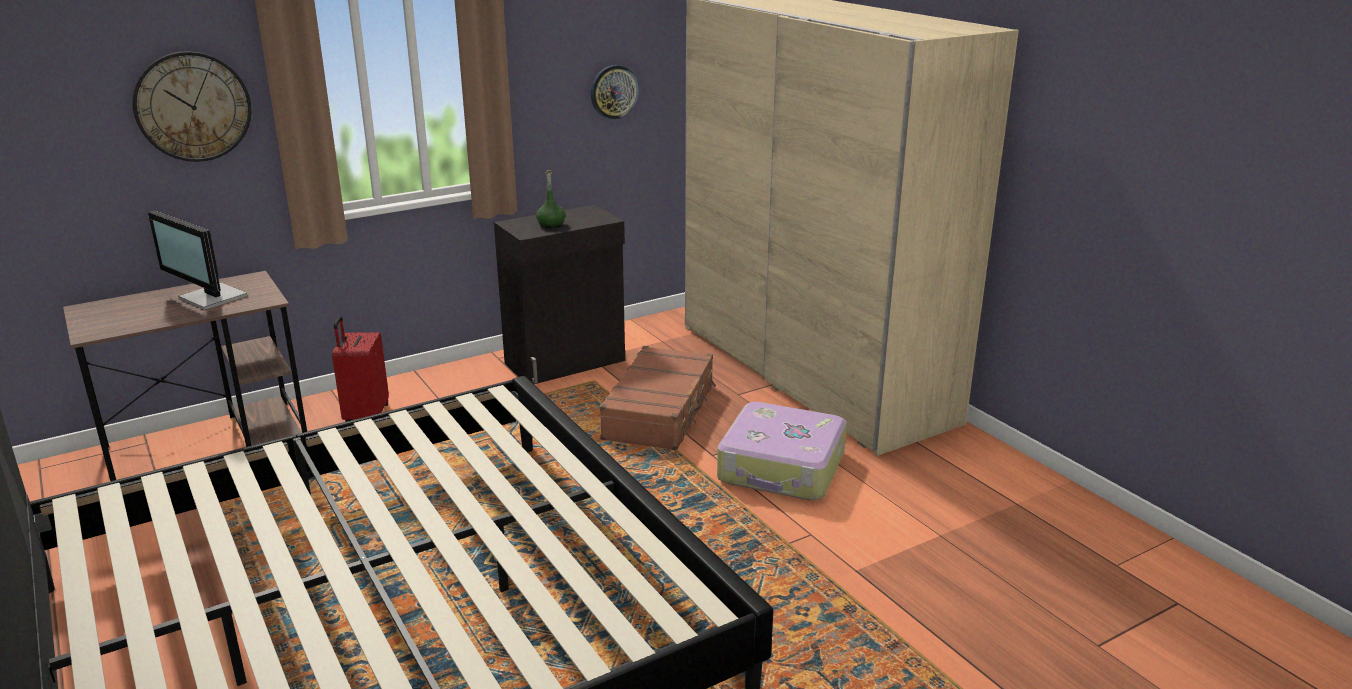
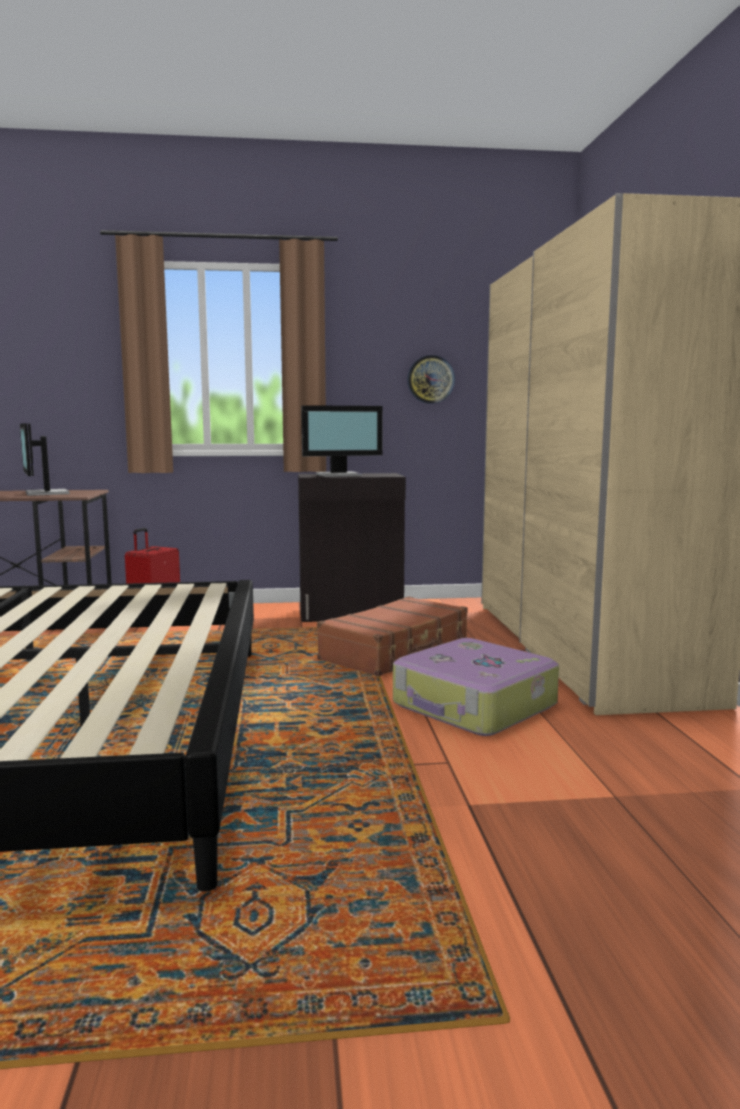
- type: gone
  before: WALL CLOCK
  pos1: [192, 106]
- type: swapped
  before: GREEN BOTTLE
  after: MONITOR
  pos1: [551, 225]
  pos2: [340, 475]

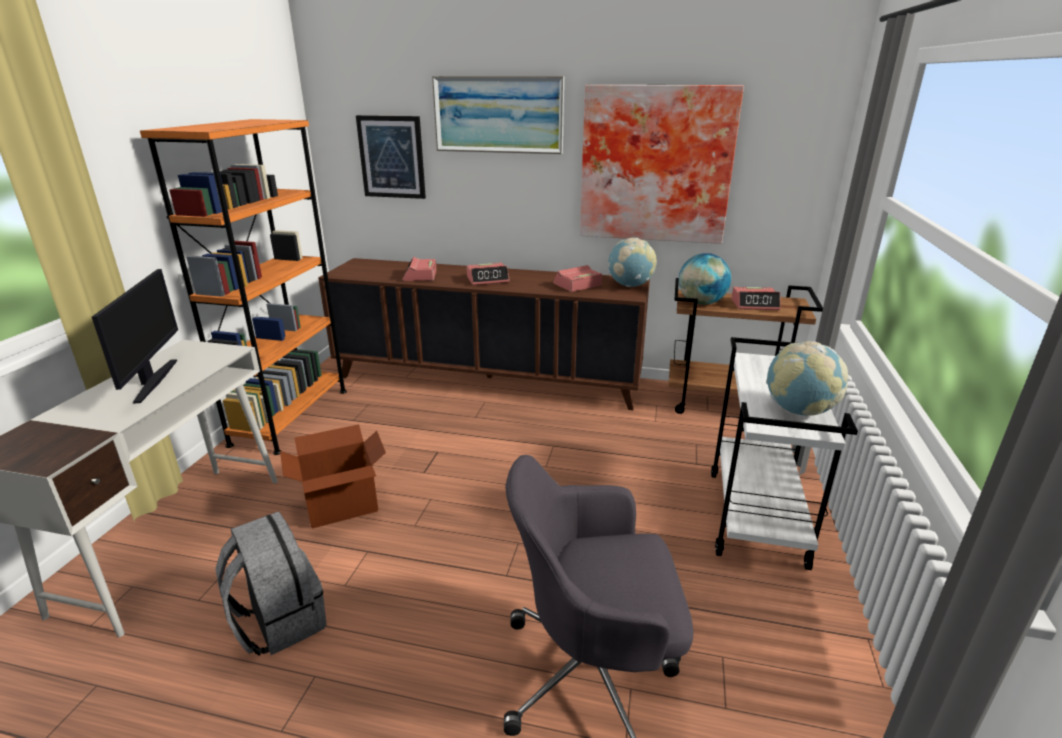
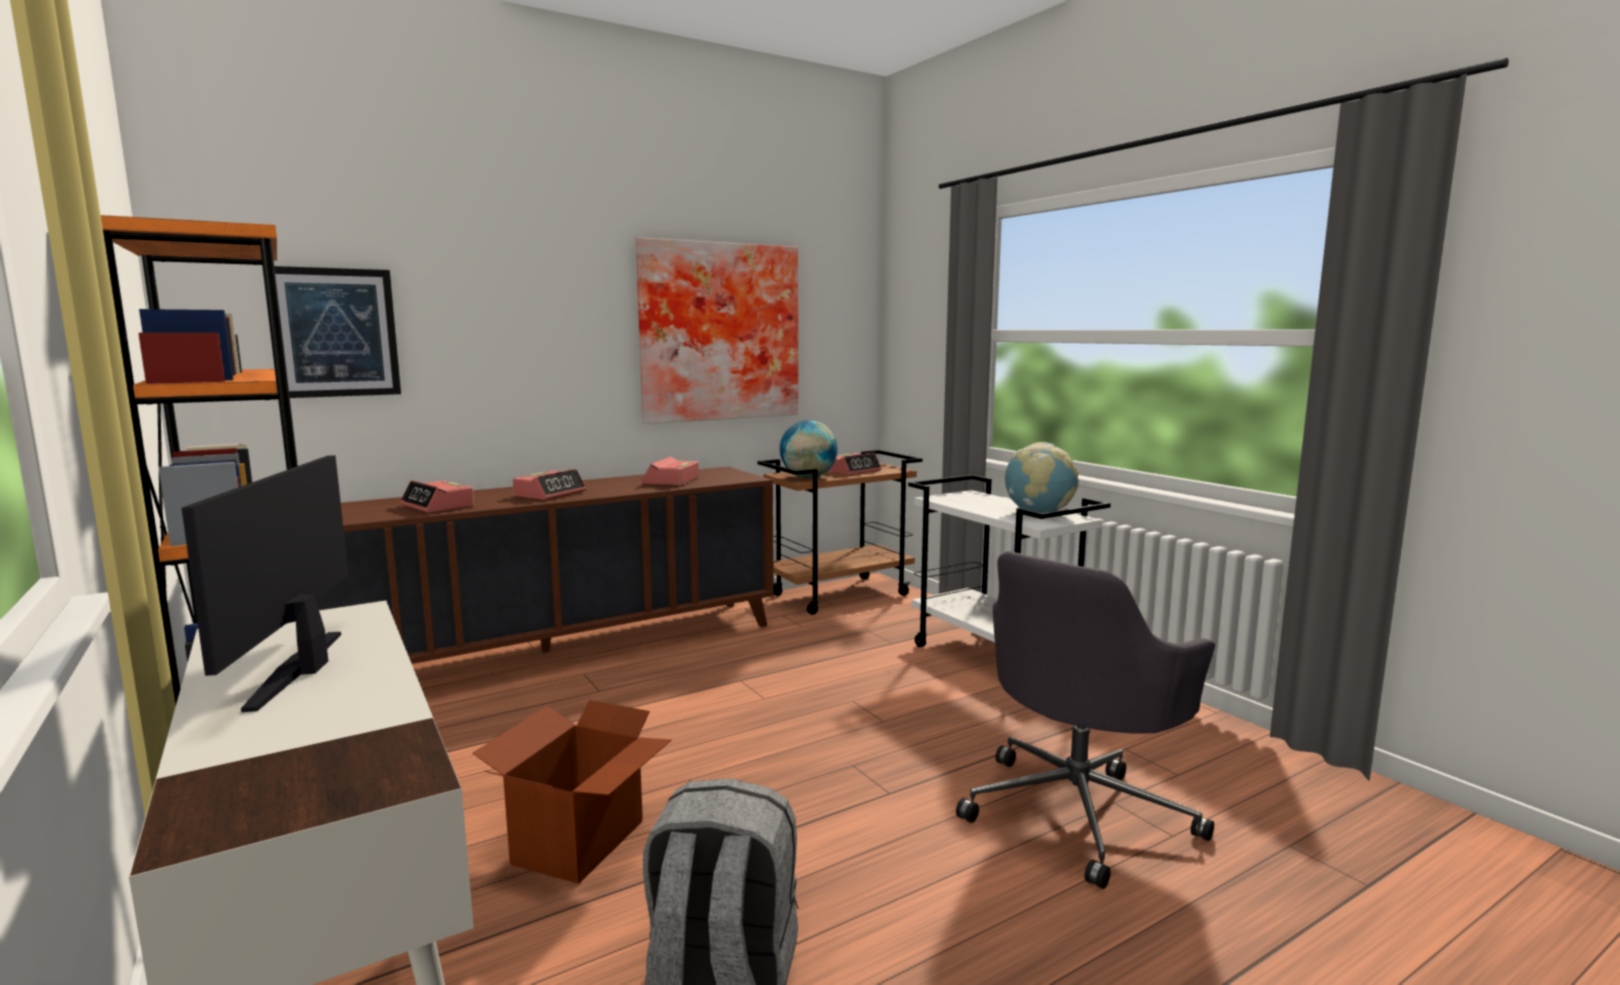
- type: gone
  before: PICTURE
  pos1: [498, 114]
- type: gone
  before: GLOBE
  pos1: [630, 285]
- type: rotated
  before: MONITOR
  pos1: [153, 380]
  pos2: [304, 668]
  turn: -135

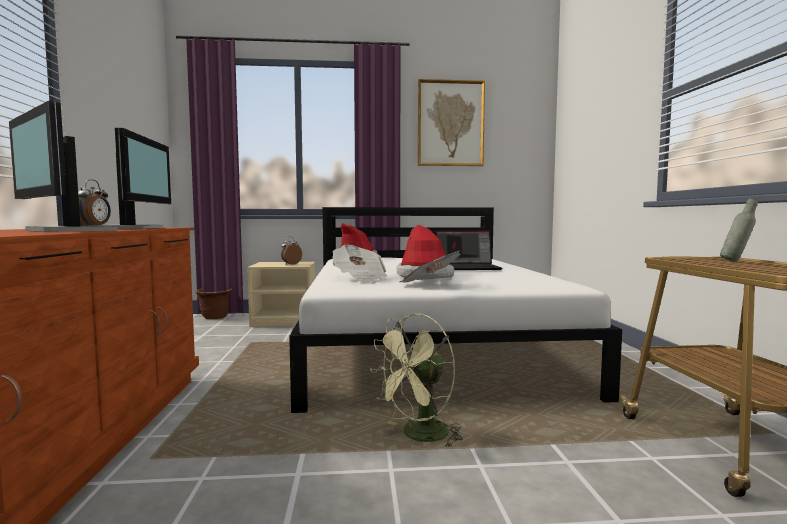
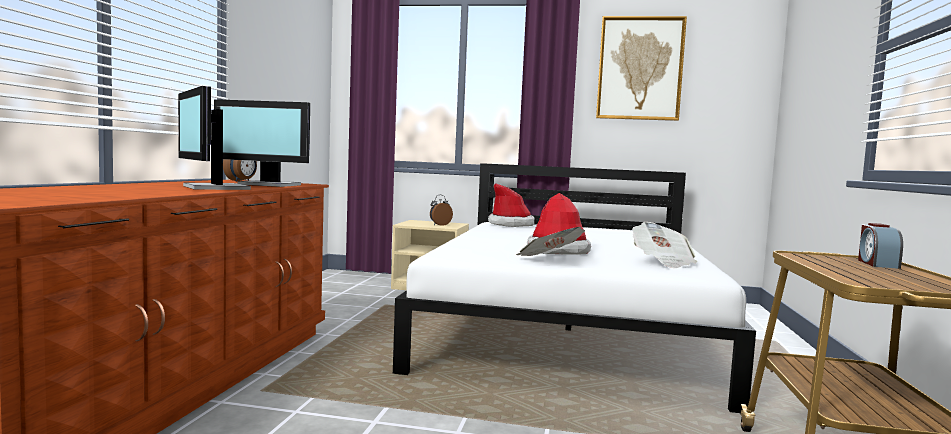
- type: rotated
  before: MONITOR
  pos1: [131, 228]
  pos2: [269, 185]
  turn: 90
- type: swapped
  before: GREY BOTTLE
  after: ALARM CLOCK
  pos1: [736, 261]
  pos2: [877, 264]
- type: gone
  before: LAPTOP
  pos1: [468, 268]
- type: shifted
  before: NEWSPAPER
  pos1: [359, 278]
  pos2: [662, 262]
- type: gone
  before: BROWN PLANTER
  pos1: [215, 317]
- type: gone
  before: GREEN FAN
  pos1: [419, 436]

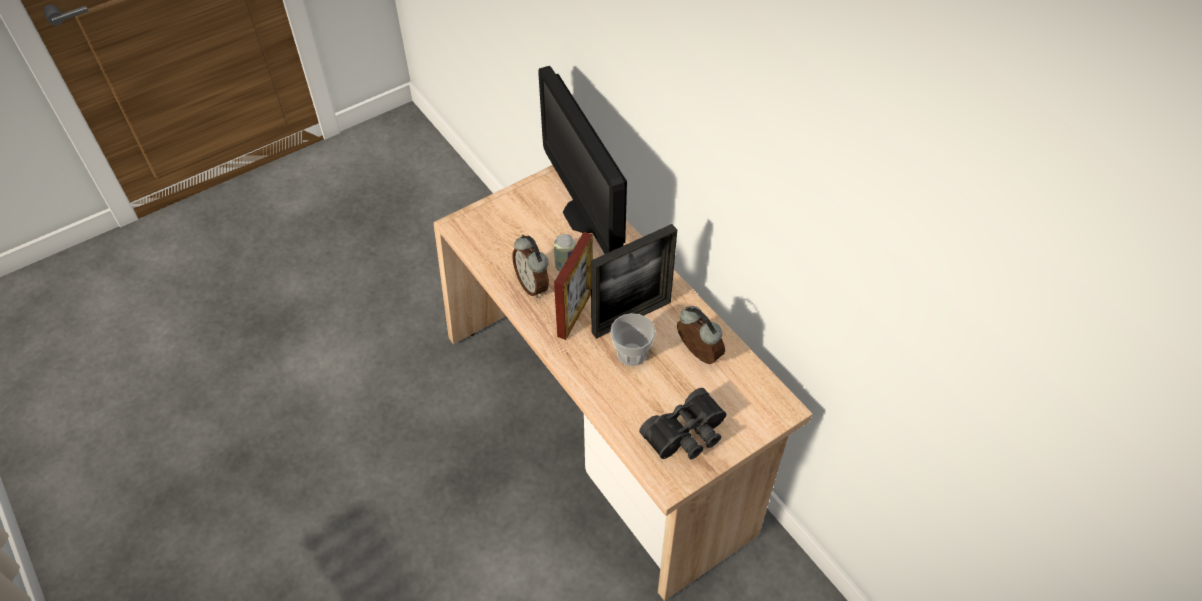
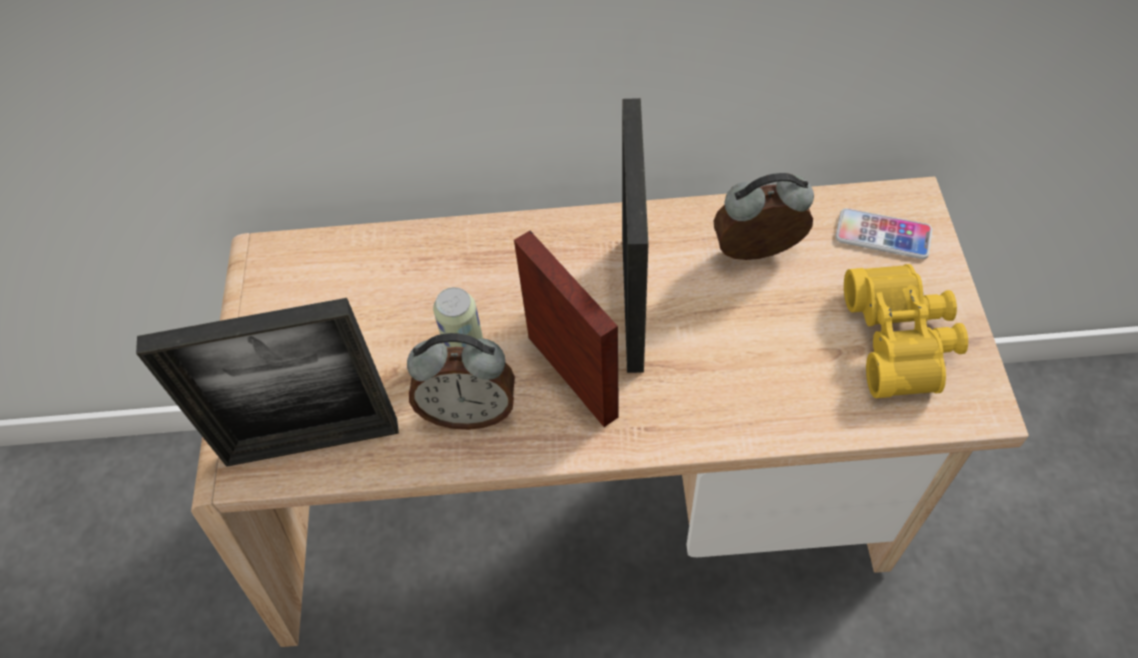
- type: gone
  before: MONITOR
  pos1: [586, 215]
- type: gone
  before: CUP
  pos1: [631, 353]
- type: repainted
  before: BLACK BINOCULARS
  after: YELLOW BINOCULARS
  pos1: [687, 435]
  pos2: [902, 340]
- type: new
  after: PHONE
  pos2: [883, 235]
- type: new
  after: PICTURE FRAME
  pos2: [312, 442]

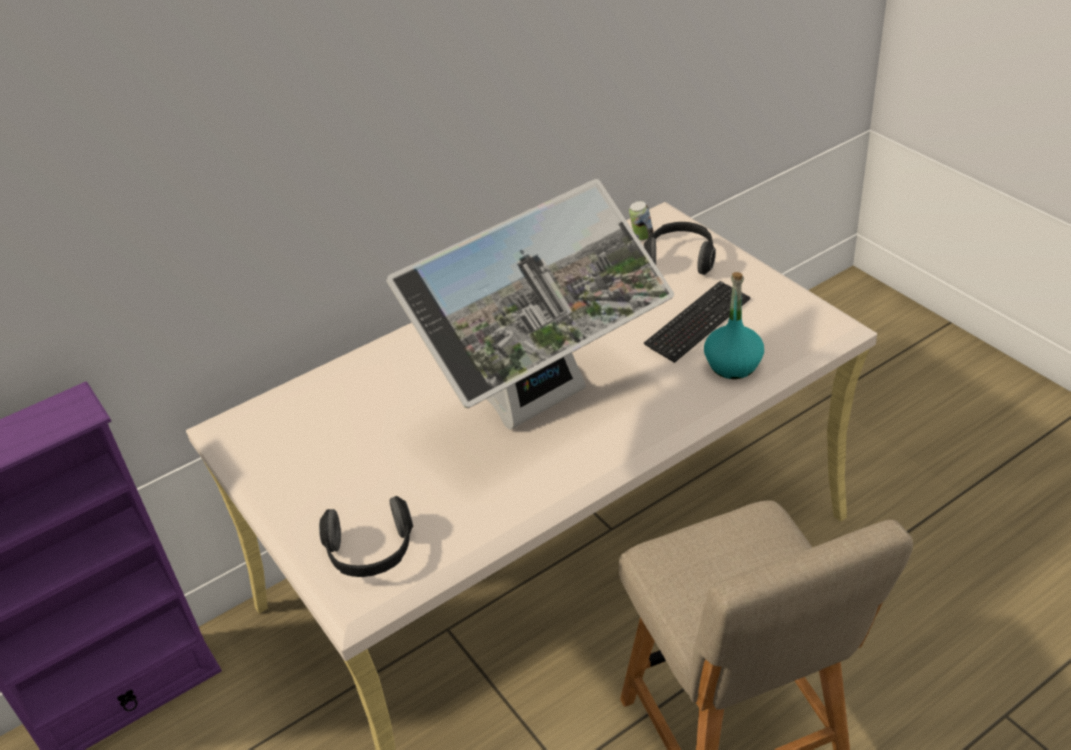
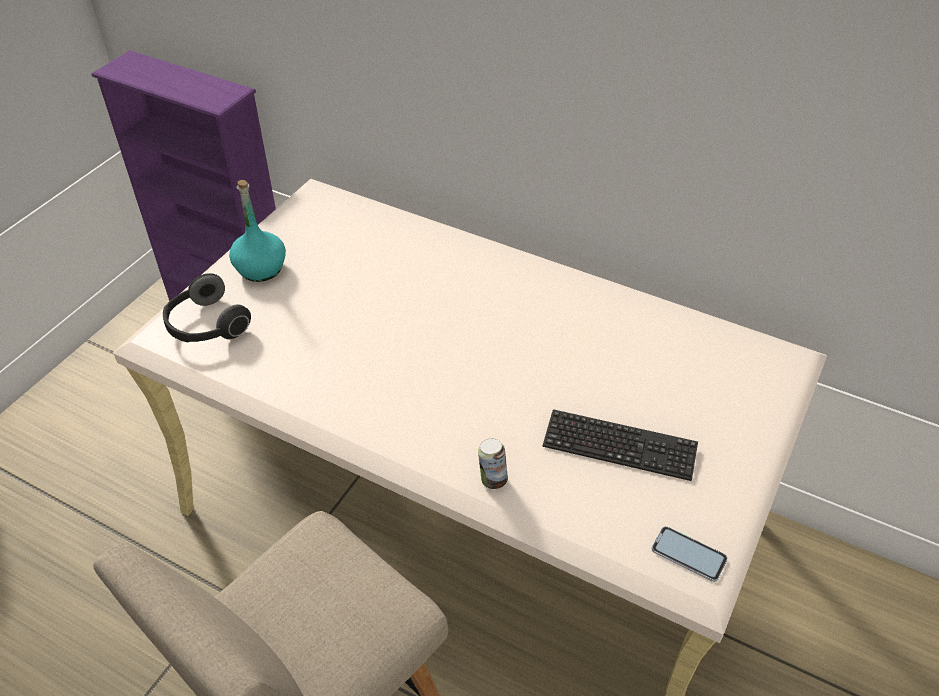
- type: gone
  before: MONITOR
  pos1: [544, 406]
- type: shifted
  before: CAN
  pos1: [641, 237]
  pos2: [492, 479]
- type: gone
  before: HEADPHONES
  pos1: [680, 259]
- type: shifted
  before: TURQUOISE BOTTLE
  pos1: [733, 365]
  pos2: [261, 268]
- type: new
  after: PHONE
  pos2: [688, 554]

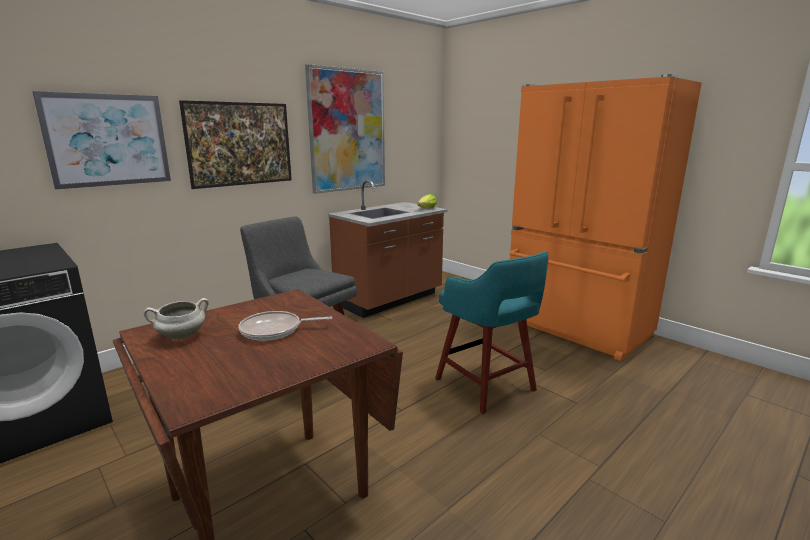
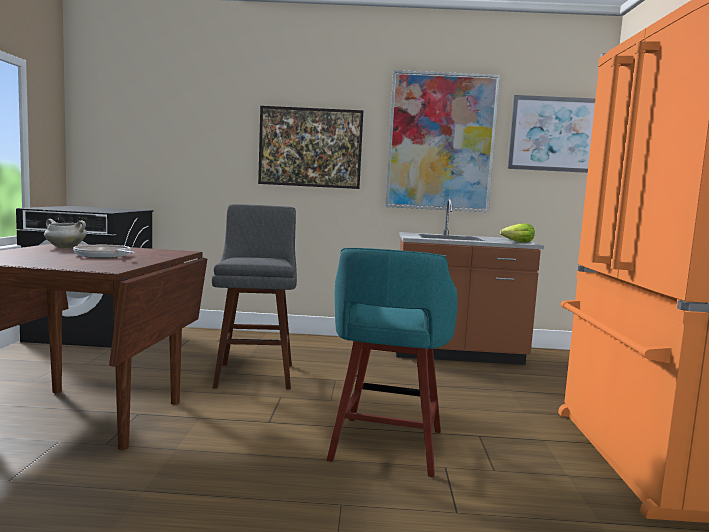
- type: shifted
  before: PICTURE
  pos1: [108, 140]
  pos2: [553, 134]

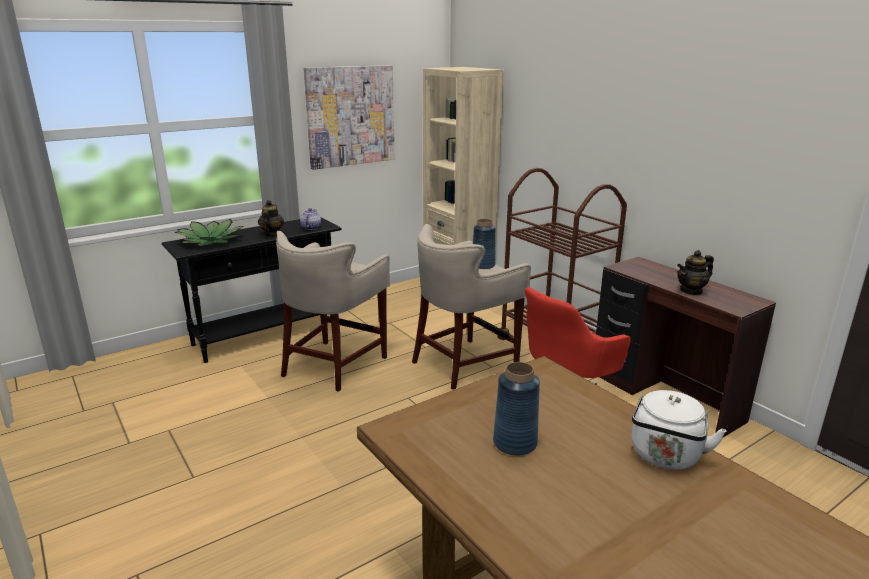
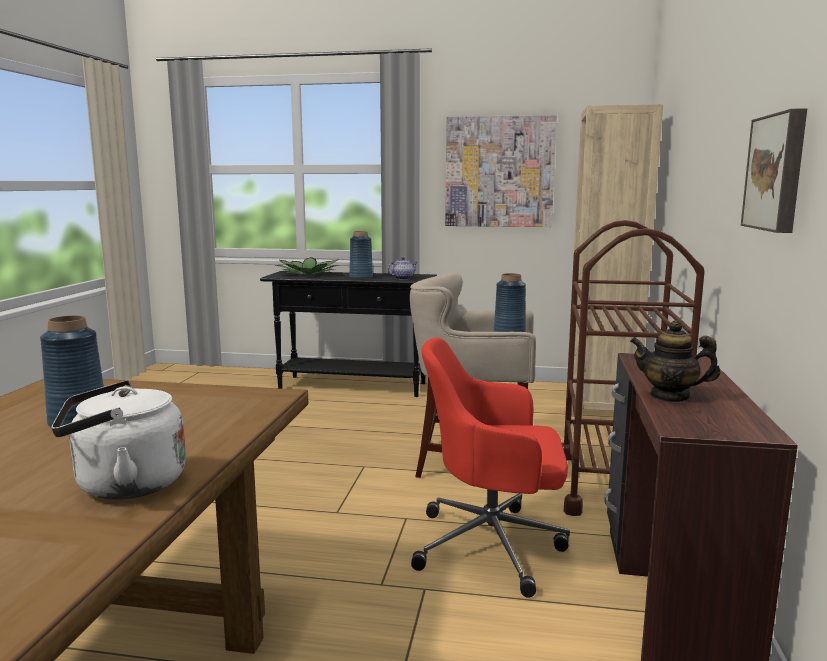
- type: swapped
  before: TEAPOT
  after: BLUE VASE
  pos1: [271, 234]
  pos2: [361, 277]
- type: gone
  before: BEIGE STOOL
  pos1: [334, 365]
- type: new
  after: PICTURE
  pos2: [778, 172]

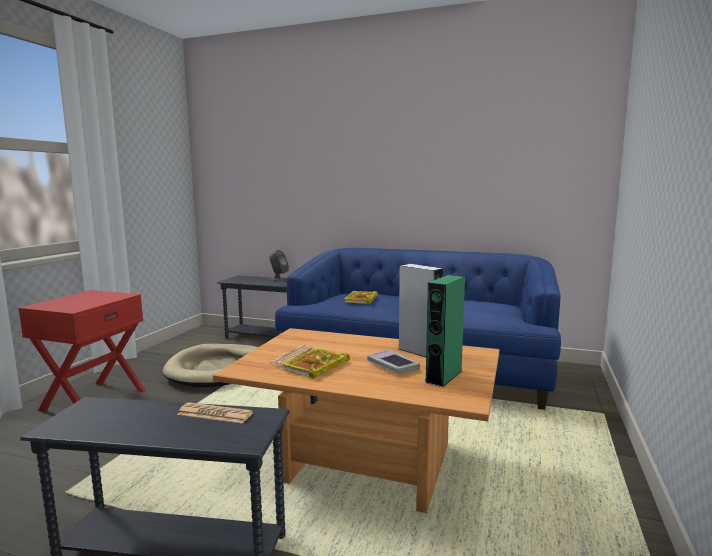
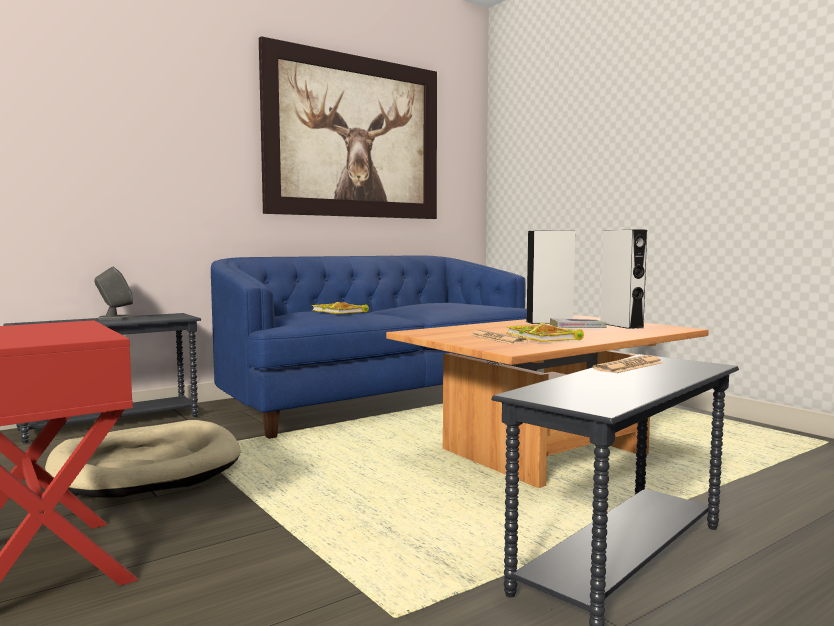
- type: repainted
  before: GREEN SPEAKER
  after: GREY SPEAKER
  pos1: [444, 376]
  pos2: [621, 325]
- type: new
  after: PICTURE
  pos2: [355, 137]

